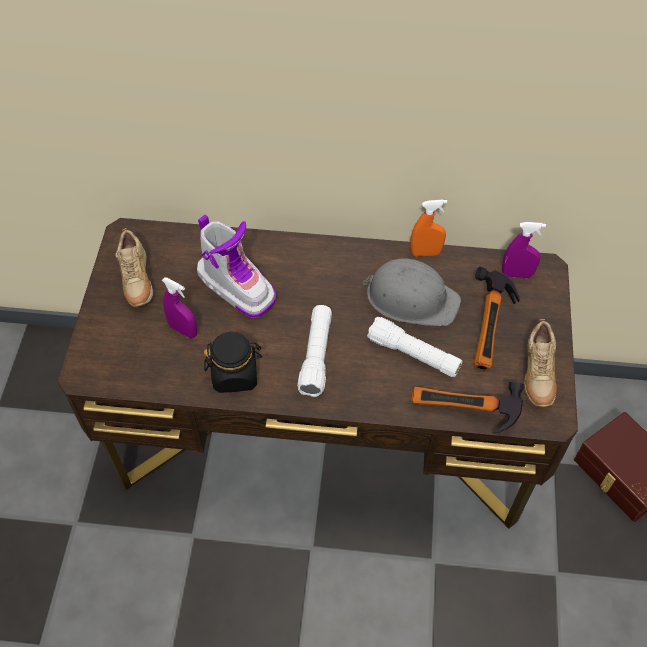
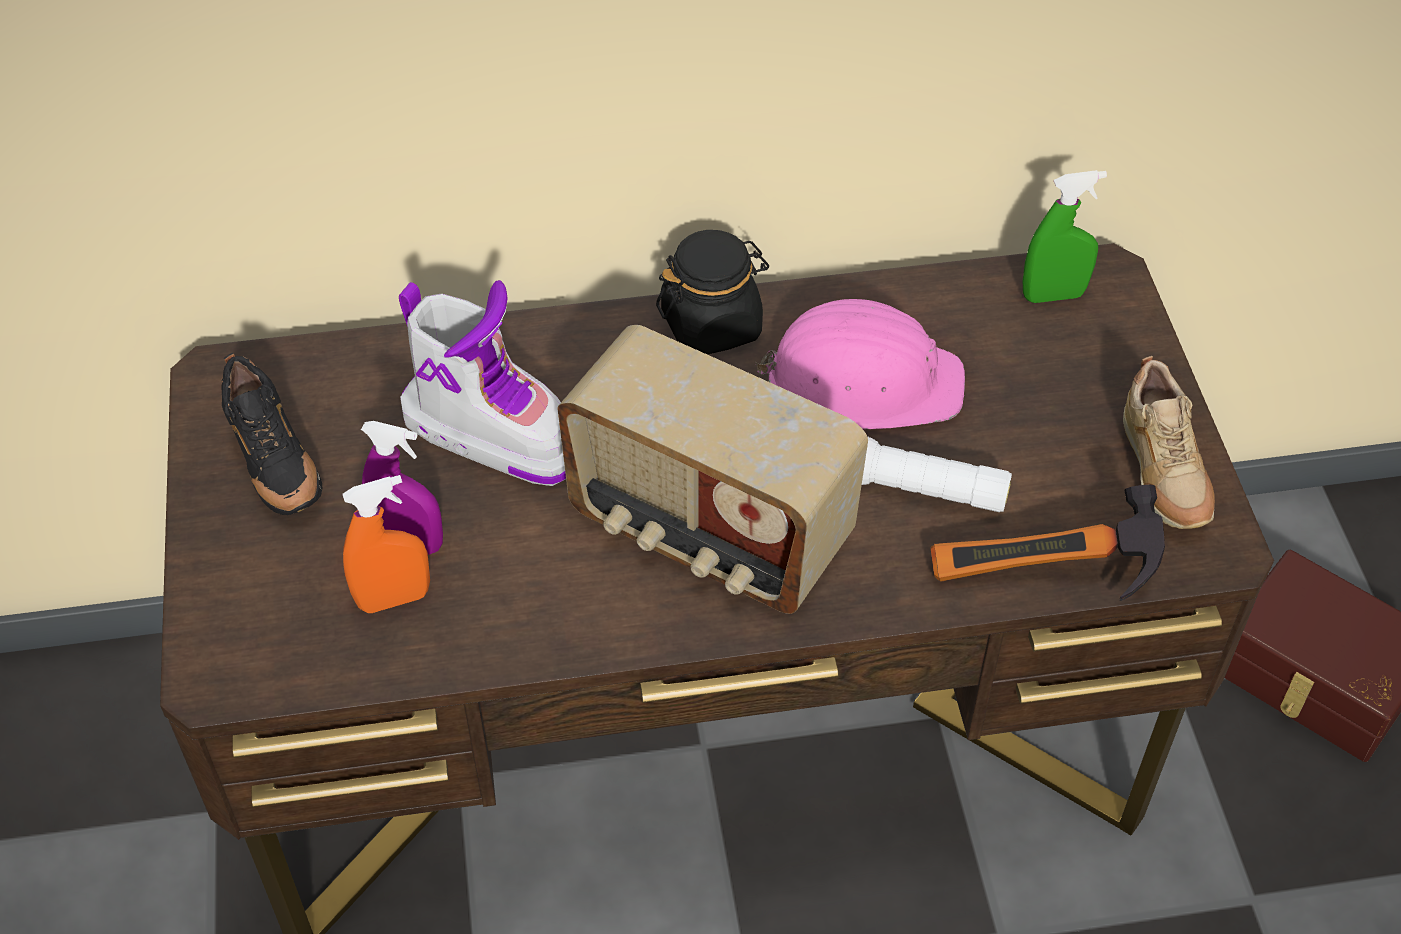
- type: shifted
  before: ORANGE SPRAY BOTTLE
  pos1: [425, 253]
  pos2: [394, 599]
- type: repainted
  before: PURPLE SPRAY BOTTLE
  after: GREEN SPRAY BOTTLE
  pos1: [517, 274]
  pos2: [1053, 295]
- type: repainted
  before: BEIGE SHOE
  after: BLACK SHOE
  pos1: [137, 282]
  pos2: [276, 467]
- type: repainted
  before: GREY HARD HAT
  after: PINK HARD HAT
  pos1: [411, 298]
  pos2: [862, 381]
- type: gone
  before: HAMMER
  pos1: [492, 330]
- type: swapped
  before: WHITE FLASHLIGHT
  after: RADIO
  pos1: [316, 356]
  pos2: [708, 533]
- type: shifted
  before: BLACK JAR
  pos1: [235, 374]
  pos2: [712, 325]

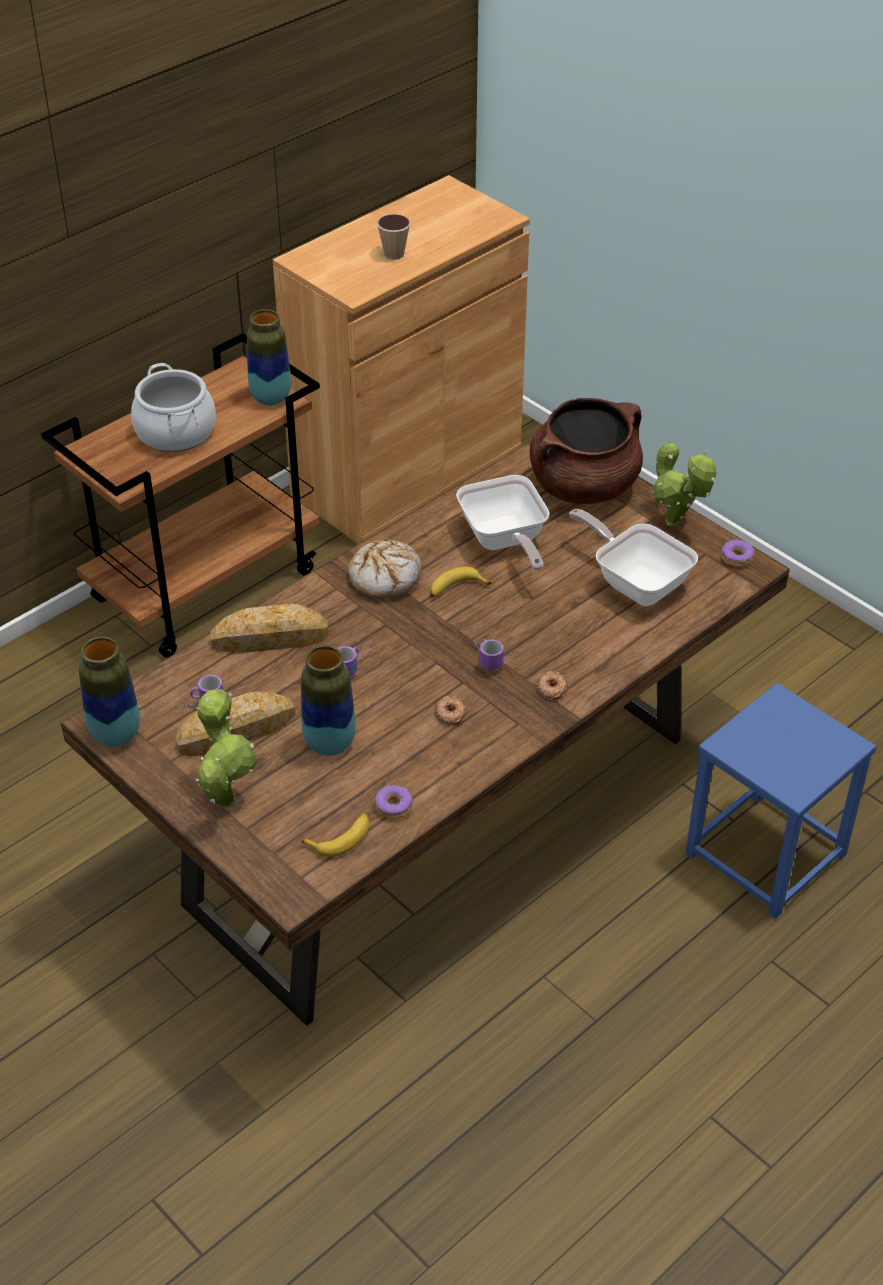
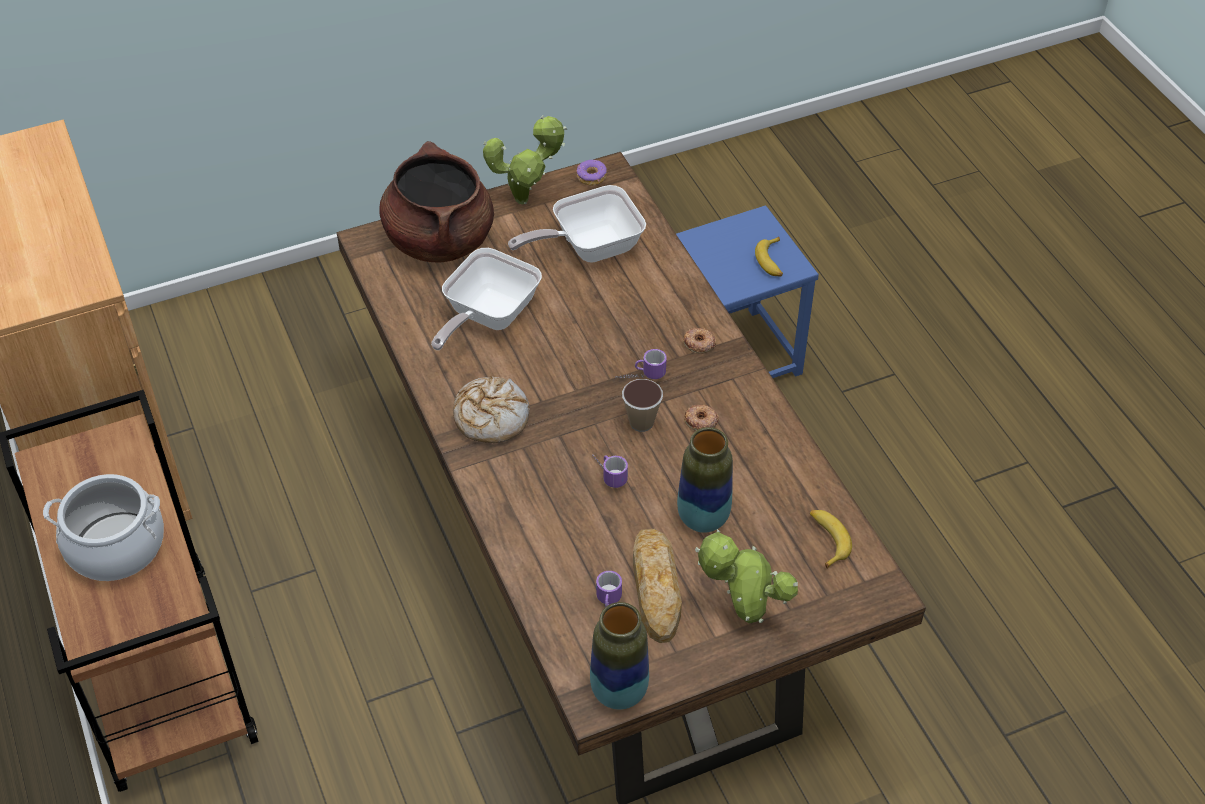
- type: shifted
  before: CUP
  pos1: [394, 254]
  pos2: [641, 422]
- type: gone
  before: VASE
  pos1: [271, 398]
- type: rotated
  before: FRYING PAN
  pos1: [504, 541]
  pos2: [487, 317]
  turn: 120
- type: shifted
  before: BANANA
  pos1: [456, 589]
  pos2: [772, 261]
- type: gone
  before: BREAD
  pos1: [270, 637]
- type: gone
  before: DONUT
  pos1: [394, 806]

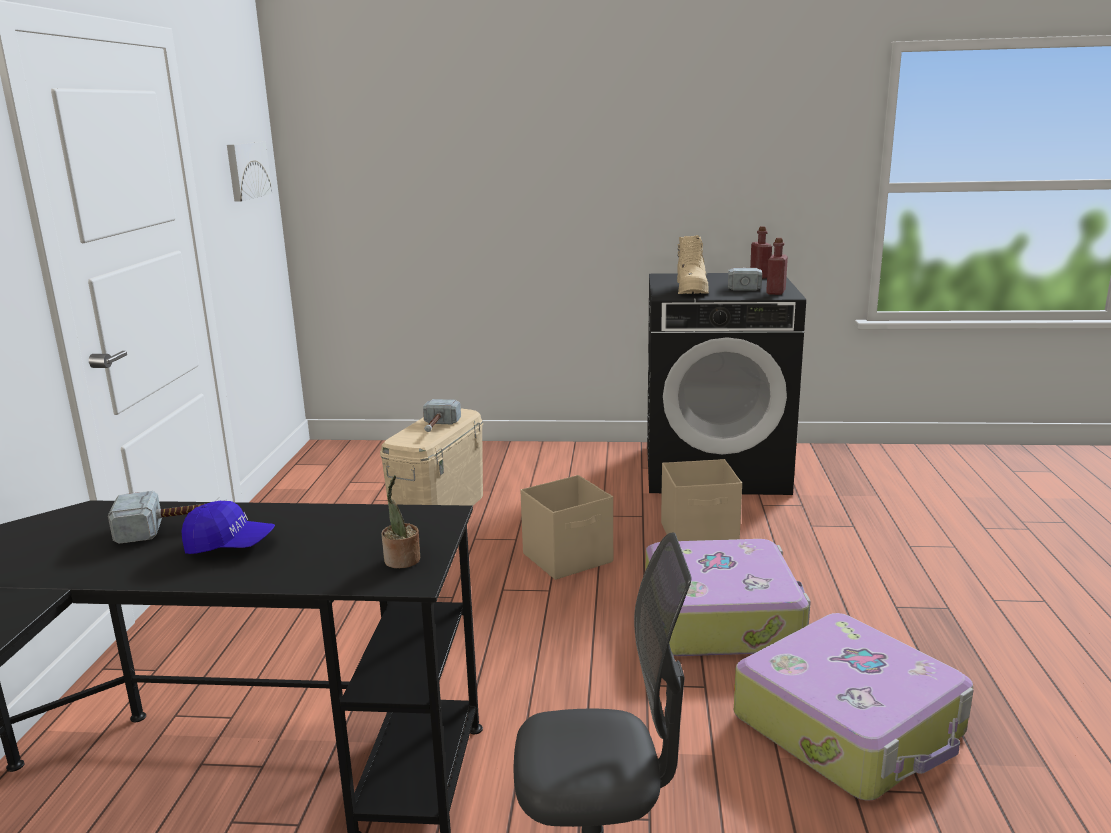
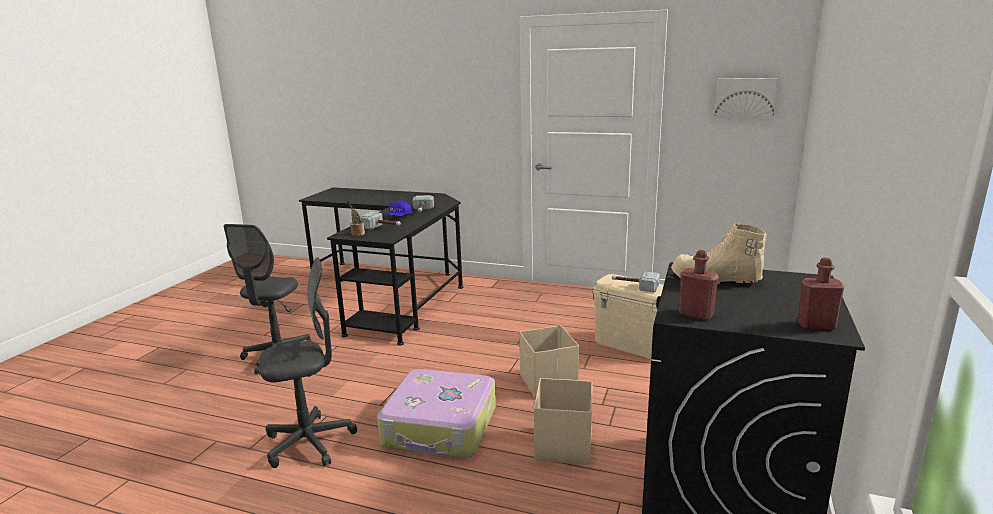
- type: shifted
  before: HAMMER
  pos1: [743, 285]
  pos2: [382, 228]
- type: swapped
  before: SUITCASE
  after: GREY OFFICE CHAIR
  pos1: [850, 725]
  pos2: [309, 442]

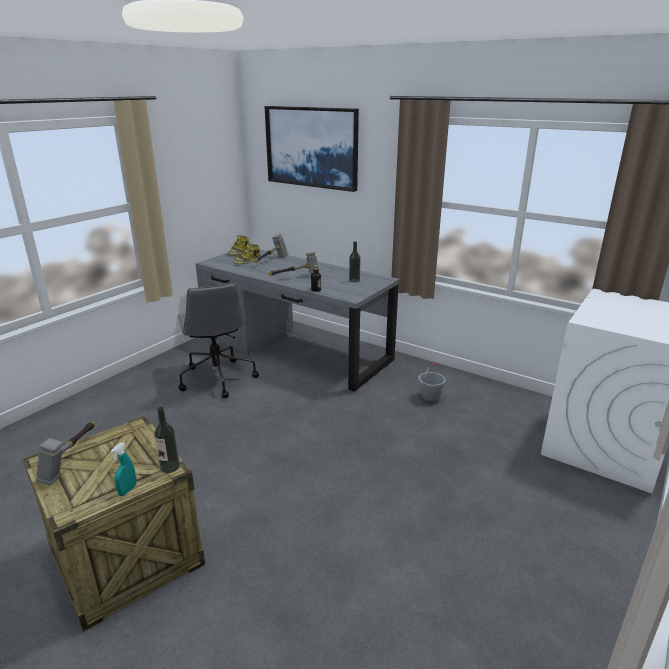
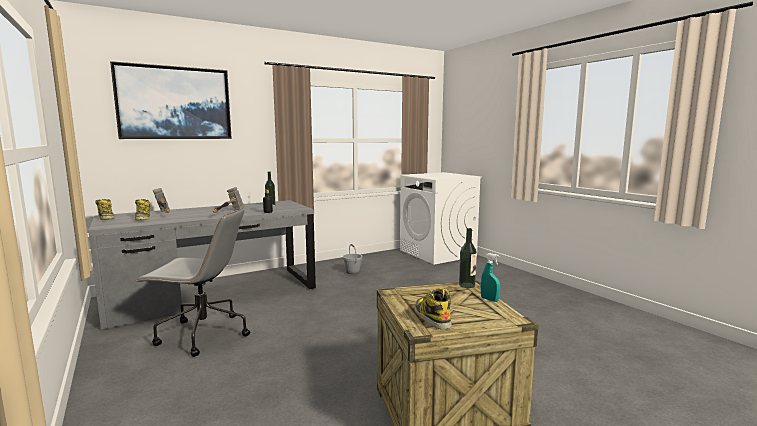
- type: swapped
  before: HAMMER
  after: BOOT
  pos1: [71, 460]
  pos2: [431, 317]

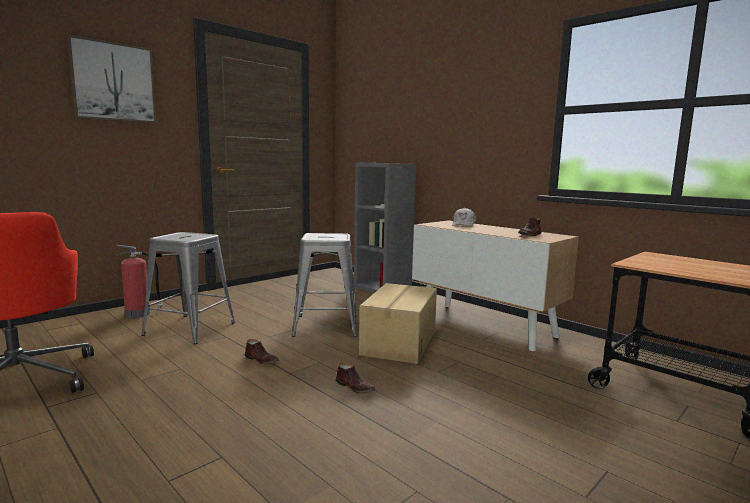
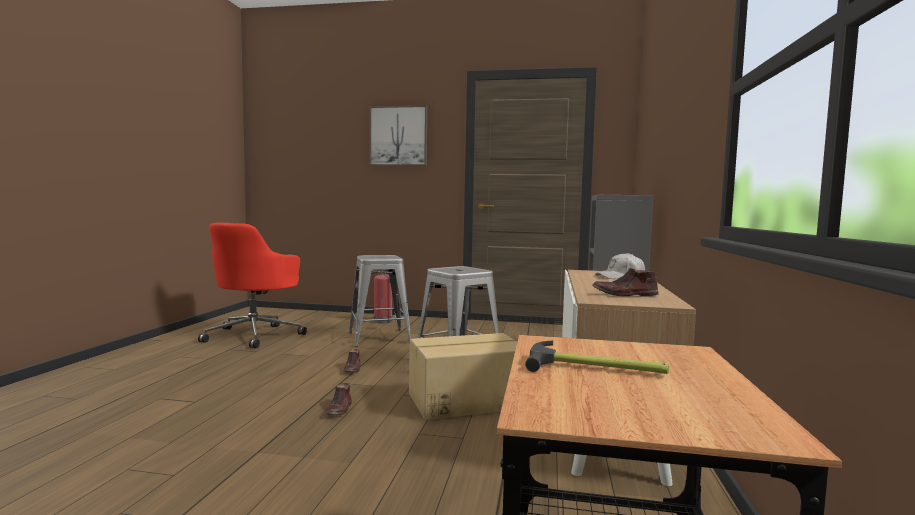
- type: new
  after: HAMMER
  pos2: [596, 368]

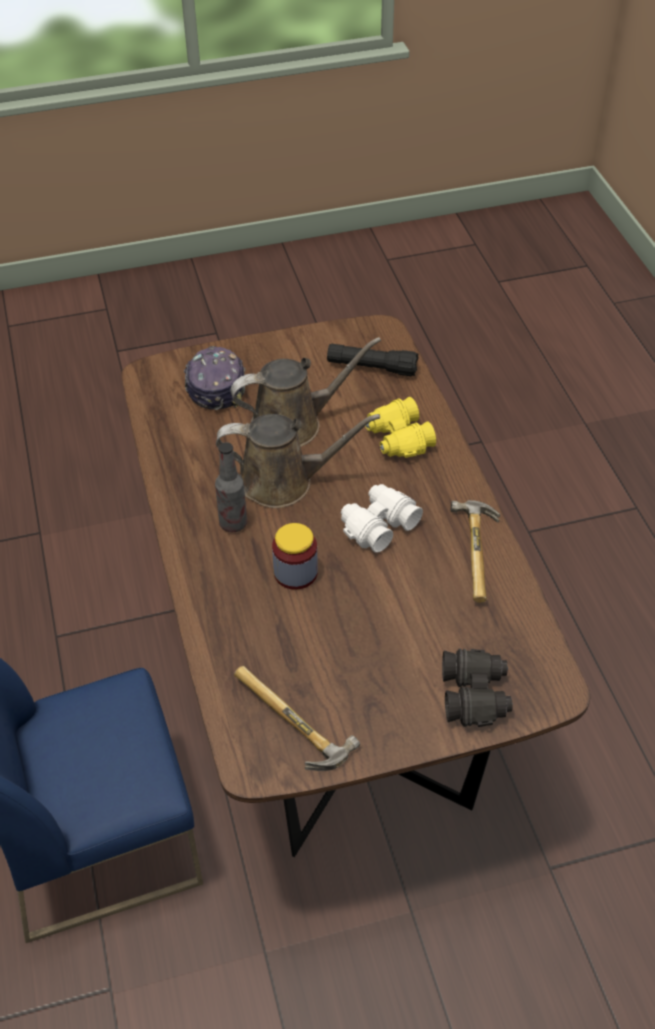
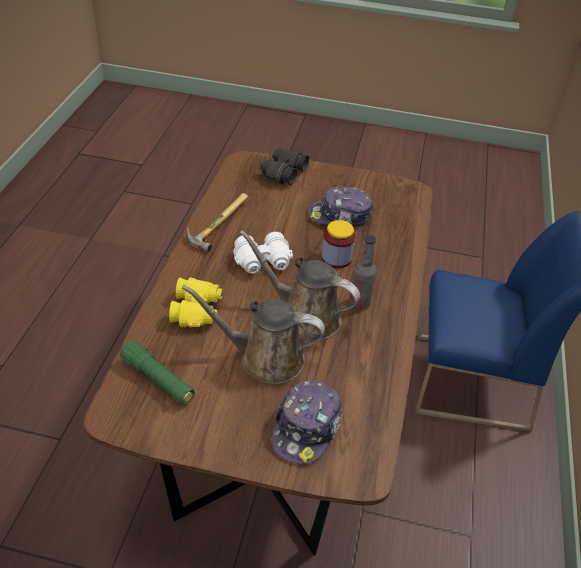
- type: repainted
  before: BLACK FLASHLIGHT
  after: GREEN FLASHLIGHT
  pos1: [372, 367]
  pos2: [158, 380]
- type: gone
  before: HAMMER
  pos1: [285, 725]
- type: new
  after: CAP
  pos2: [339, 216]

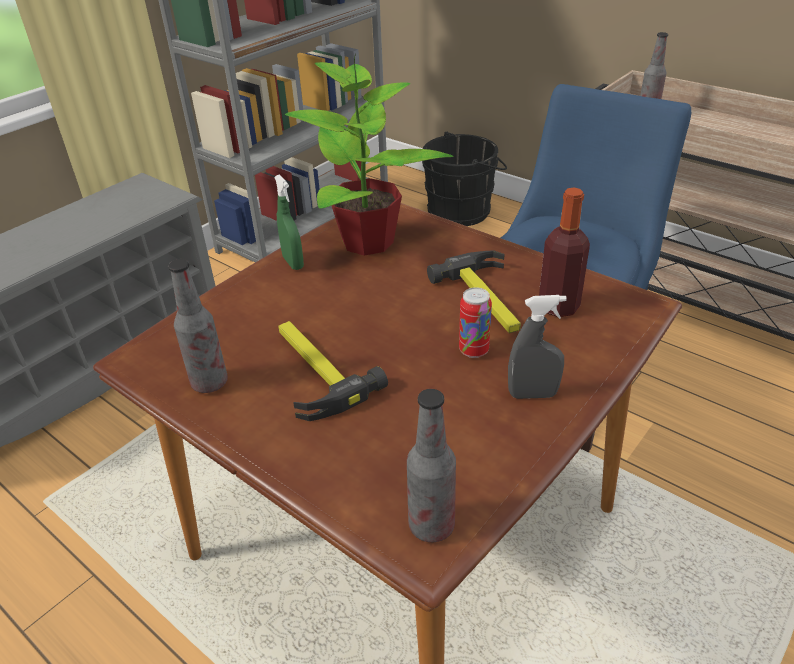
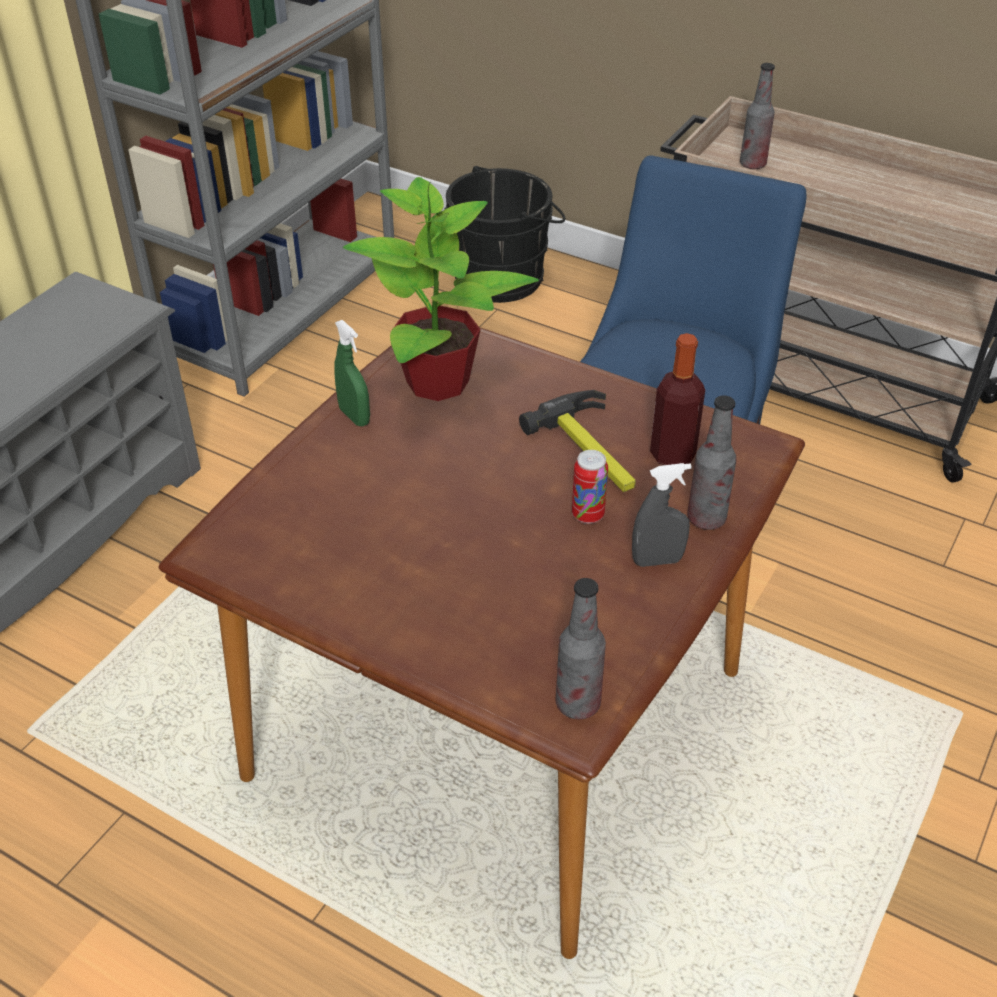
- type: shifted
  before: BOTTLE
  pos1: [209, 383]
  pos2: [706, 518]
- type: gone
  before: HAMMER
  pos1: [312, 371]

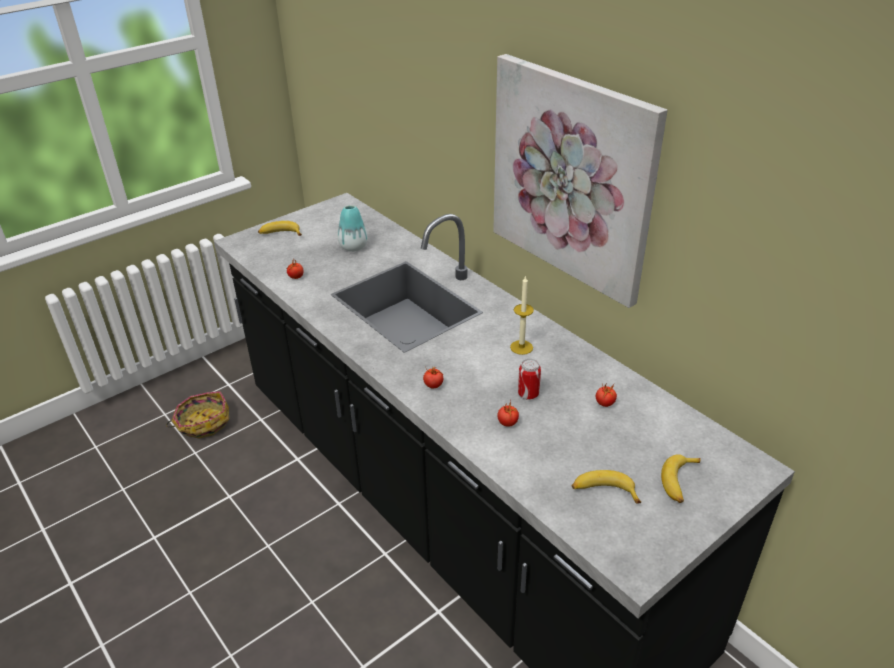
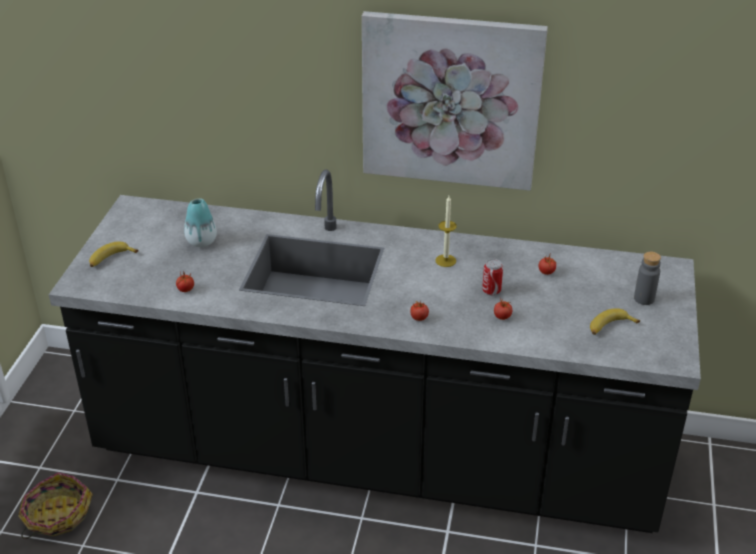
- type: swapped
  before: BANANA
  after: GREY BOTTLE
  pos1: [679, 482]
  pos2: [644, 299]

